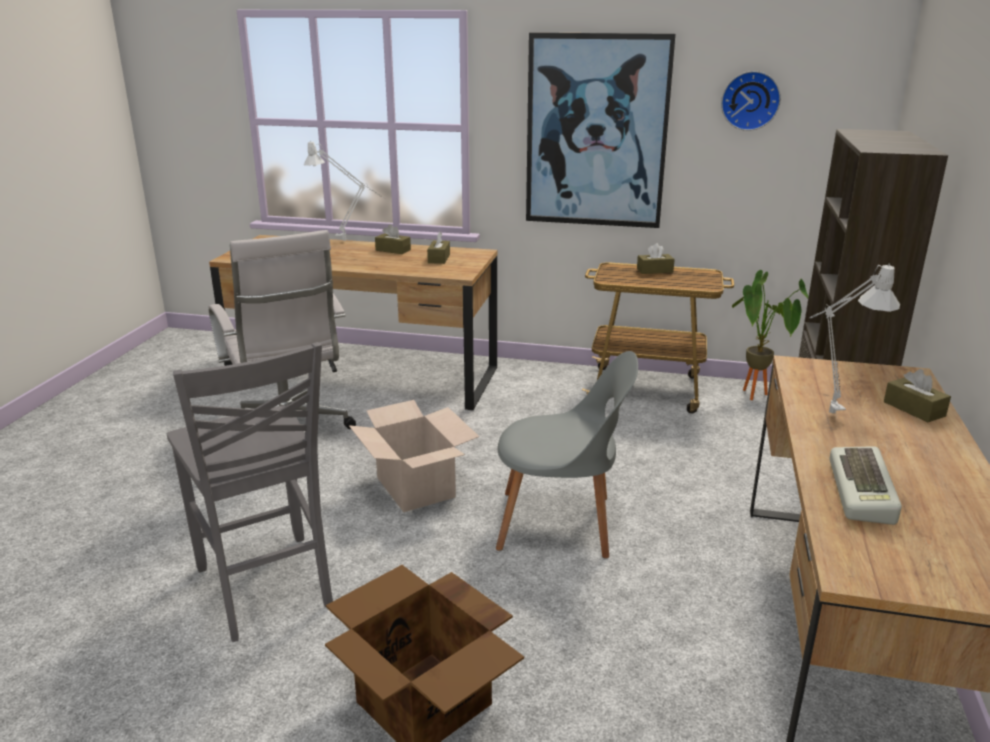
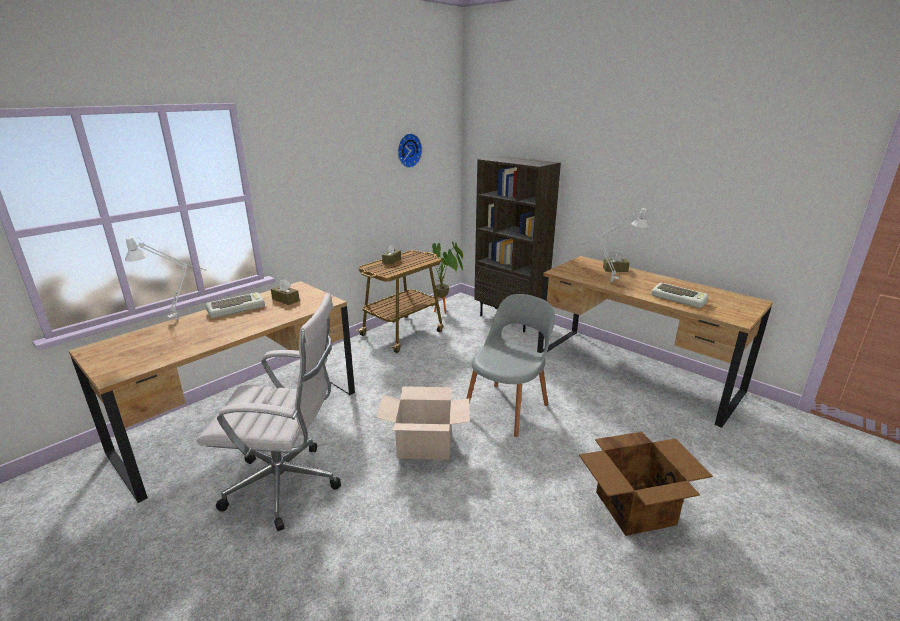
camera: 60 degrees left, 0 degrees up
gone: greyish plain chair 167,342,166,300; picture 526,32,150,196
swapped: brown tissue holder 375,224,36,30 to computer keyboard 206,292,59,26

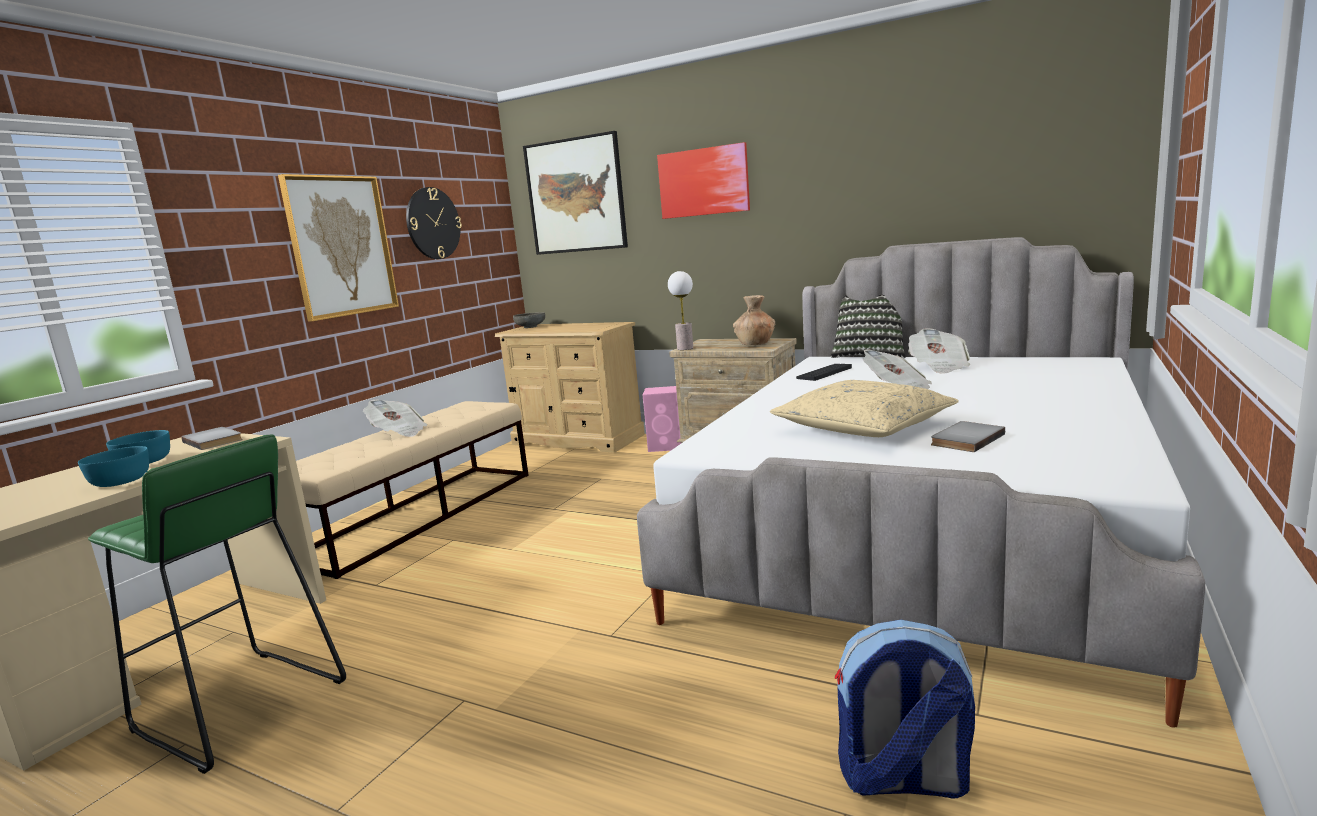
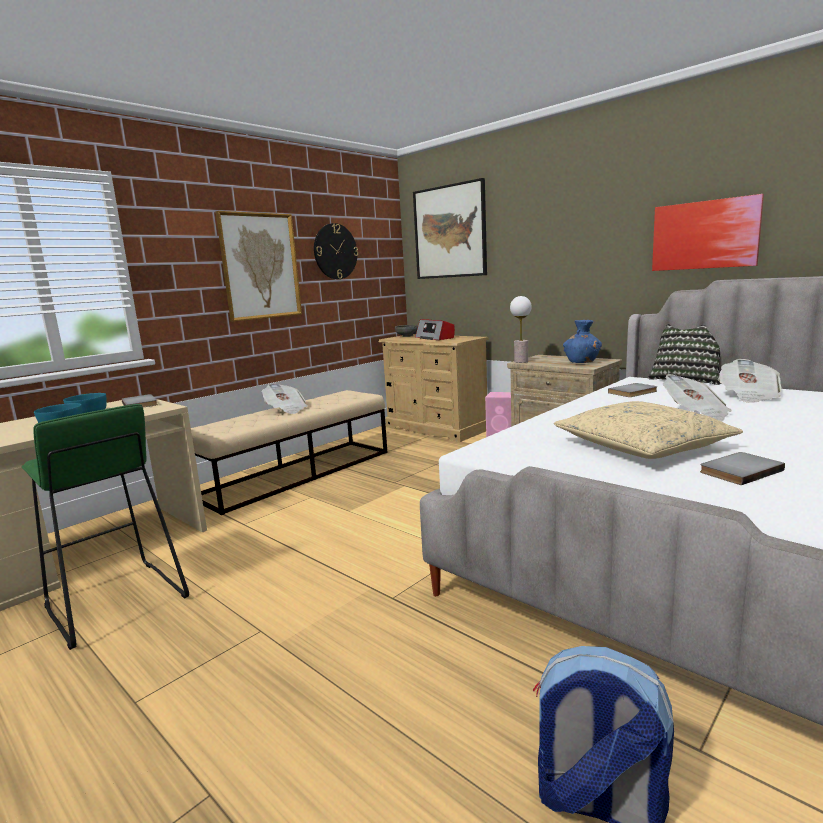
camera: 15 degrees right, 0 degrees up
new: radio 415,319,40,21
shifted: picture 657,142,93,77 to 652,194,112,77
swapped: computer keyboard 796,364,56,17 to greyish book 608,383,49,14
repainted: brown decorative vase 733,295,42,50 to blue-coloured decorative vase 563,320,39,43

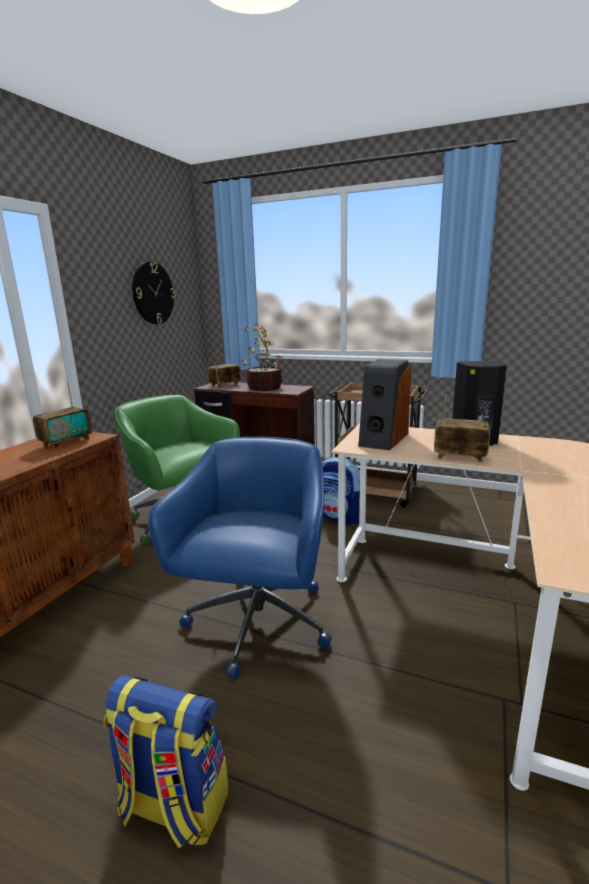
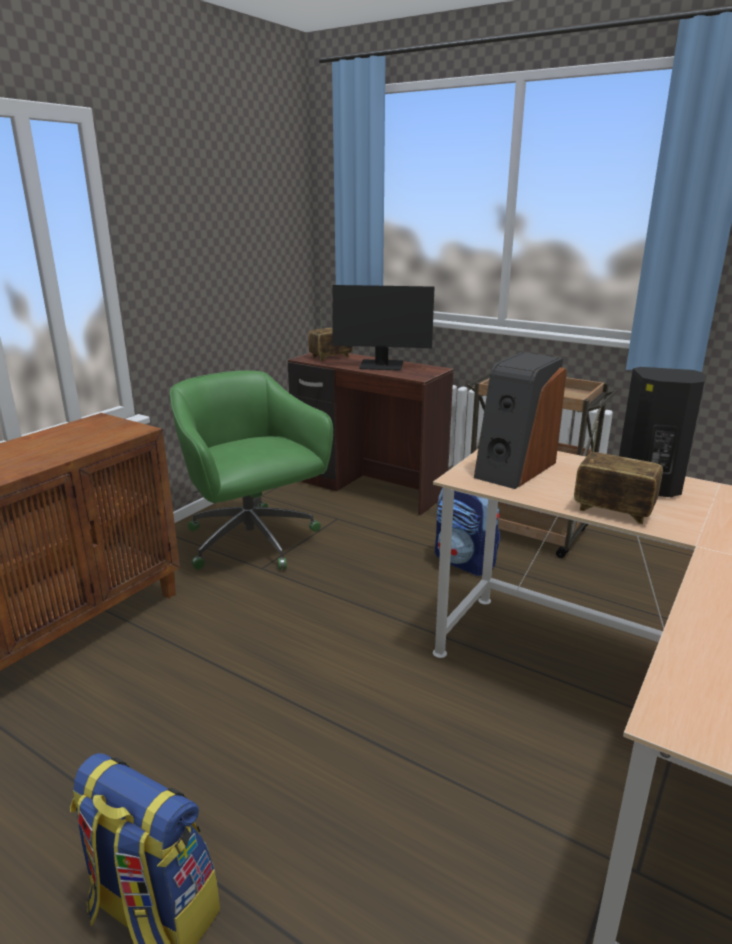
camera: 10 degrees right, 5 degrees up
gone: radio 33,383,59,66; hanging clock 132,262,43,62; blue-coloured office chair 148,437,184,243
swapped: potted plant 241,324,41,67 to monitor 332,285,103,86

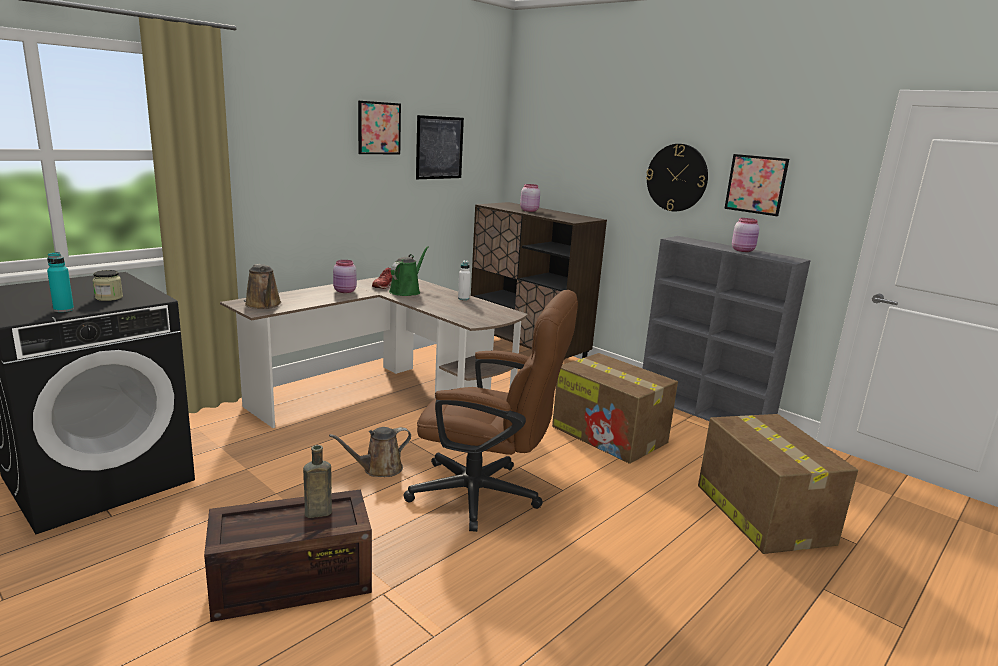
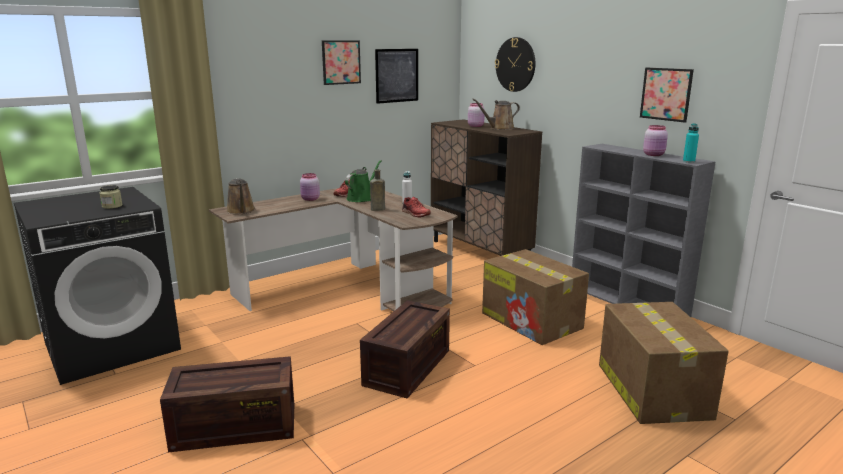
camera: 10 degrees right, 0 degrees up
new: red-coloured shoe 402,197,29,21
shifted: blue-green drink bottle 47,252,27,60 to 683,123,16,40; brown drink bottle 303,445,29,73 to 370,169,15,42; brown watering can 329,427,82,50 to 472,99,48,31; hanging clock 646,144,62,67 to 495,37,40,55
swapped: brown office chair 403,290,175,242 to shipping crate 360,300,90,99

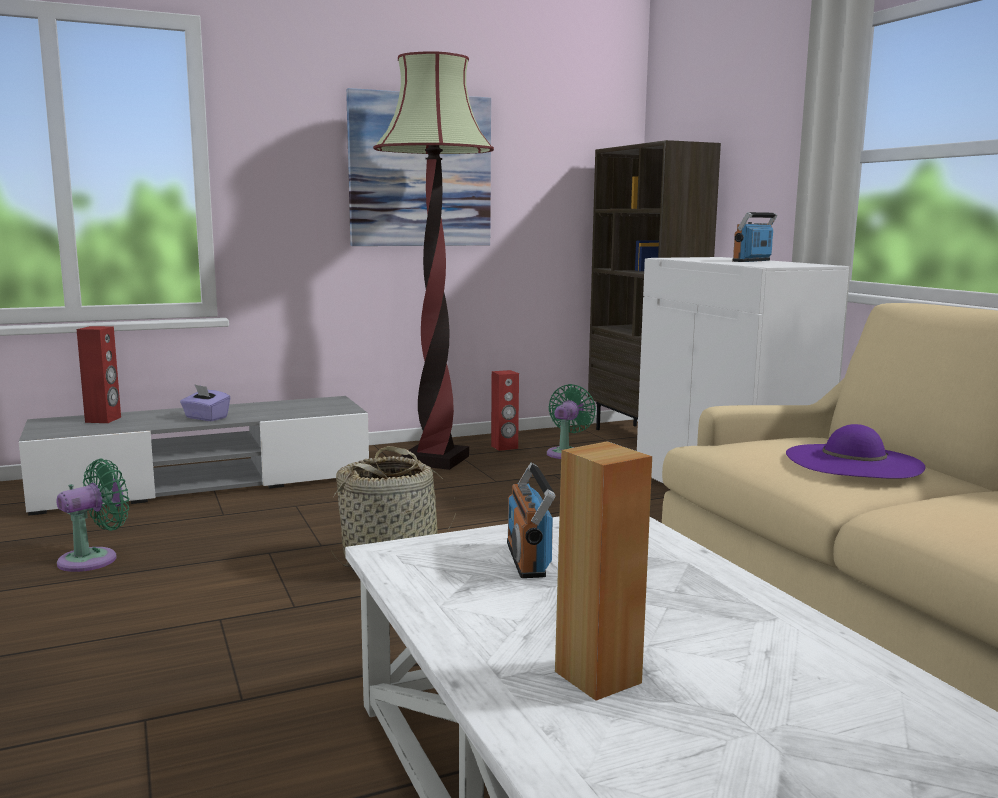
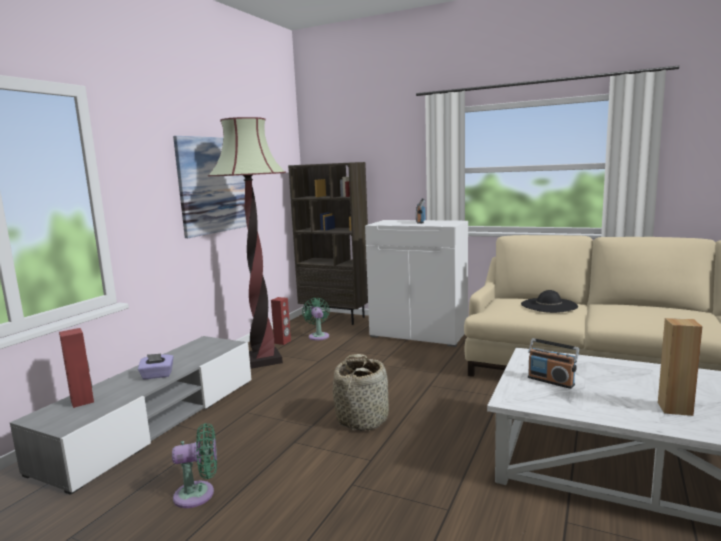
camera: 40 degrees left, 0 degrees up
repainted: purple-coloured hat 786,424,140,55 to black hat 521,290,57,23
rotated: greenish electric fan 57,459,72,113 = 172,423,45,85 75 degrees clockwise

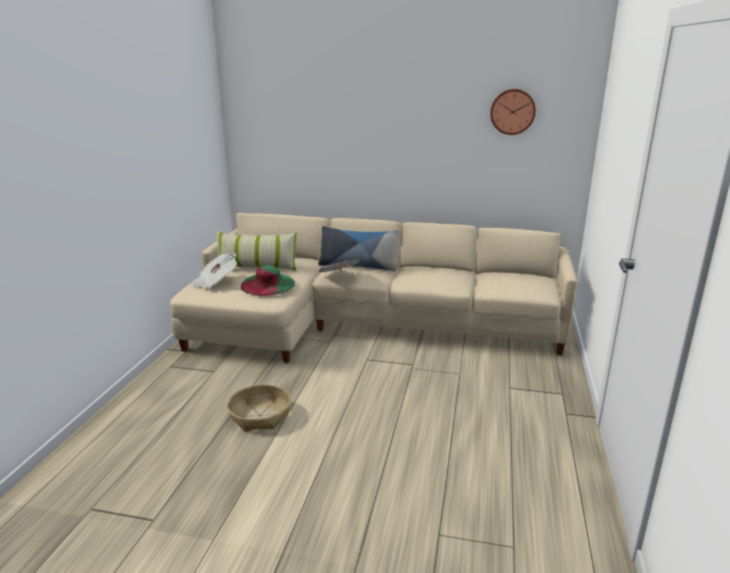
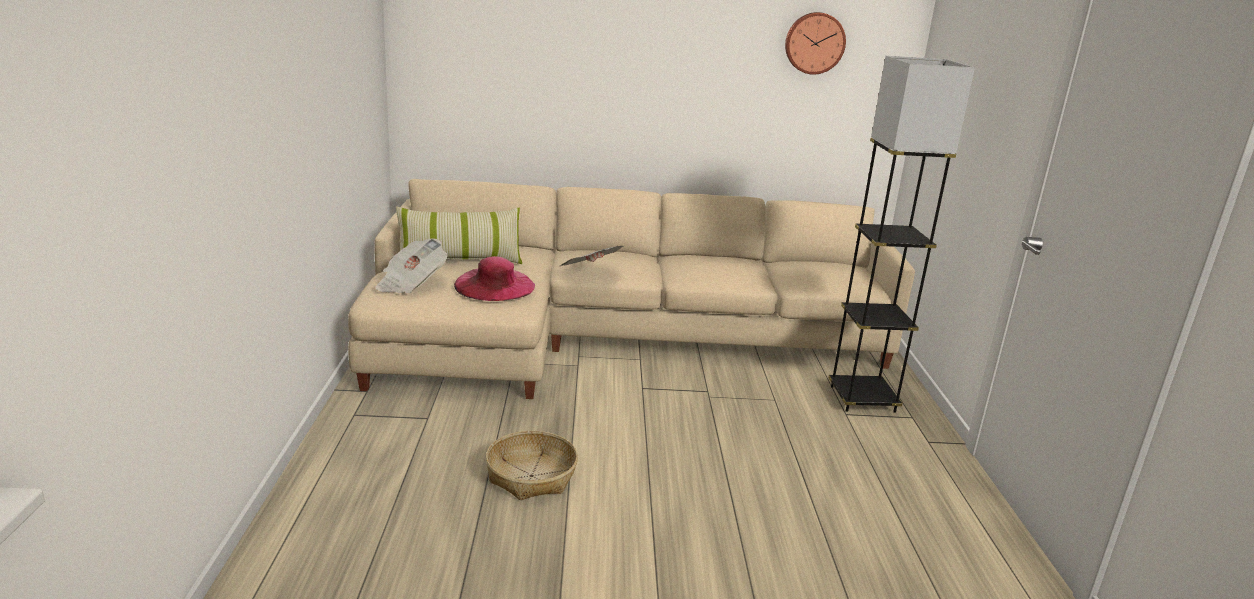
camera: 15 degrees left, 0 degrees up
gone: pillow 318,226,81,46
new: greyish standard lamp 828,56,147,357
repainted: greenish hat 241,265,55,30 to pinkish hat 454,256,81,45

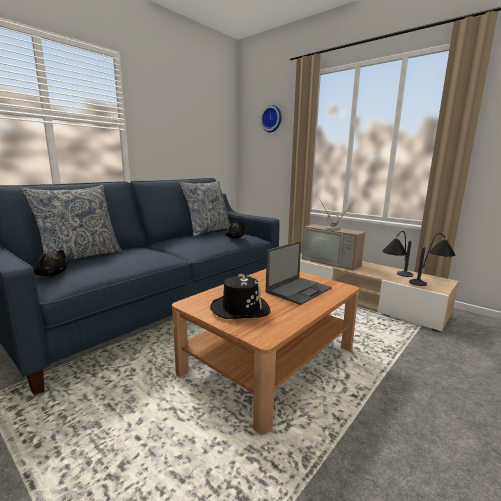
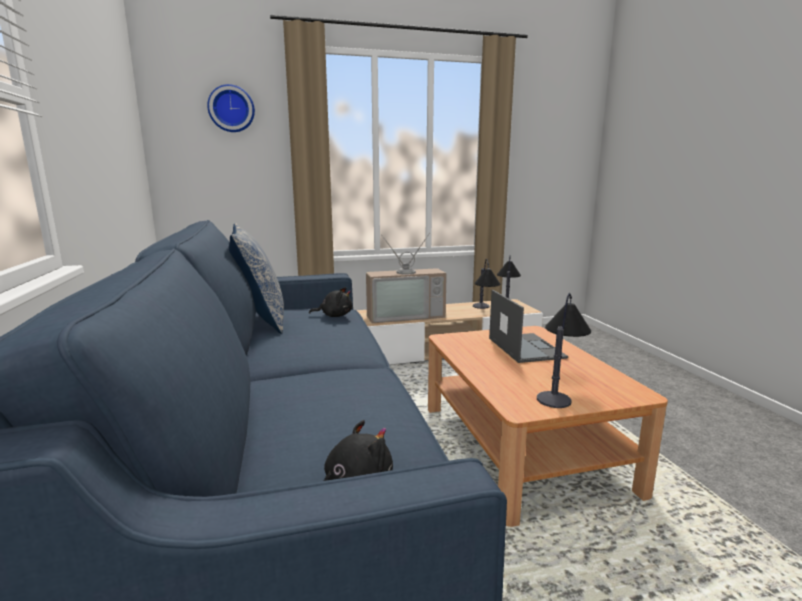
camera: 55 degrees left, 0 degrees up
gone: pillow 22,185,101,76
swapped: black hat 210,274,60,45 to lamp for a table 537,293,54,115

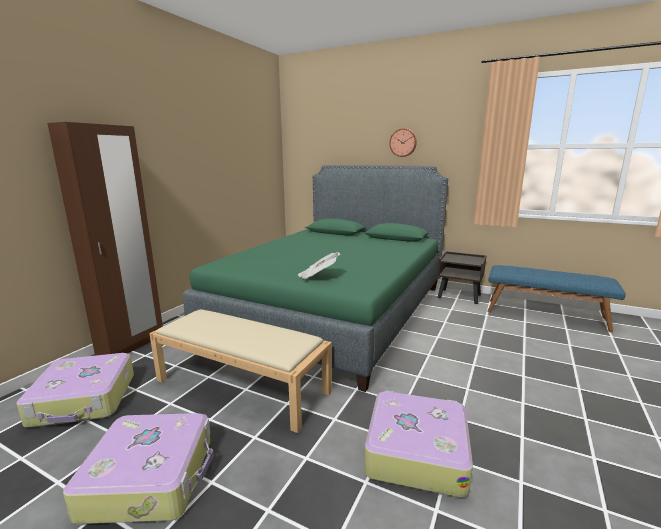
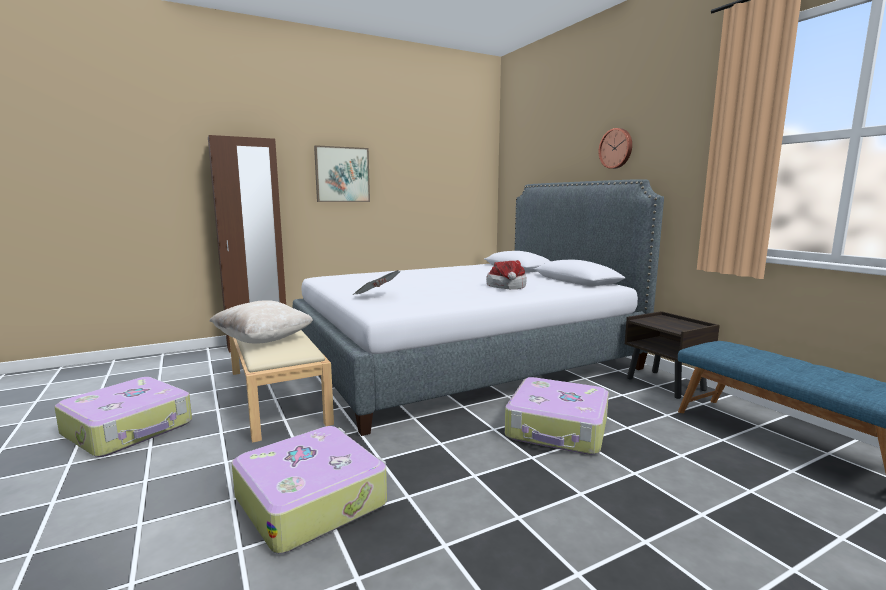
camera: 35 degrees right, 5 degrees down
new: beige pillow 209,300,104,44; picture 314,145,56,57; hat 486,260,40,29
shifted: travel case 16,353,118,75 to 505,377,104,78
repainted: greenish bed 183,165,265,227 to greyish bed 293,179,371,257

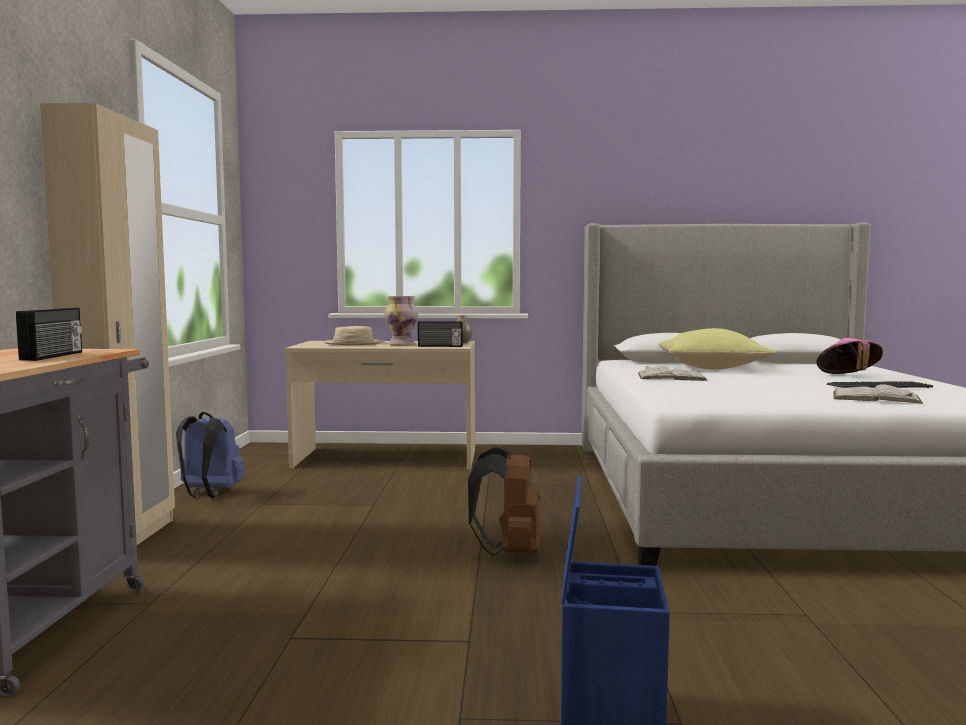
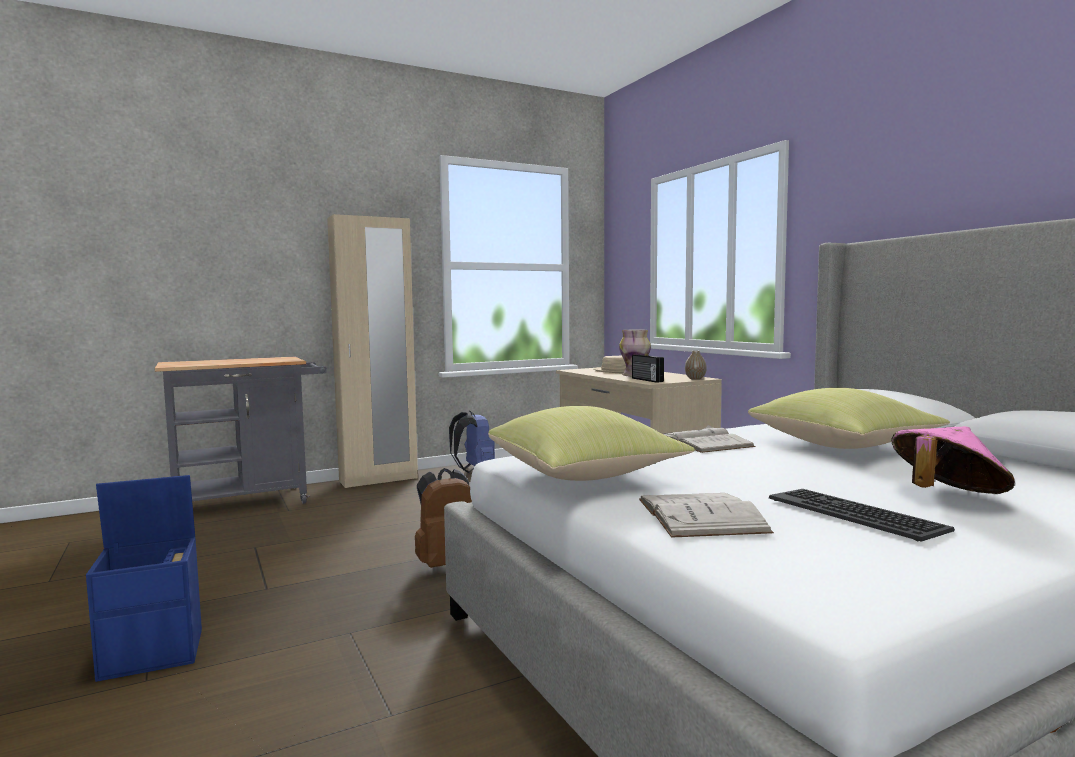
camera: 60 degrees right, 0 degrees up
gone: radio 16,308,66,53
new: yellow-coloured pillow 488,406,207,75

